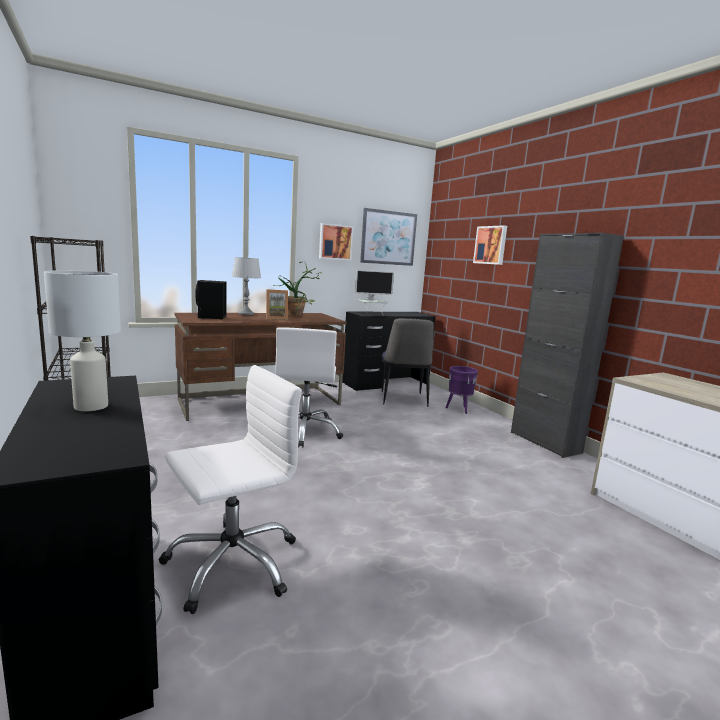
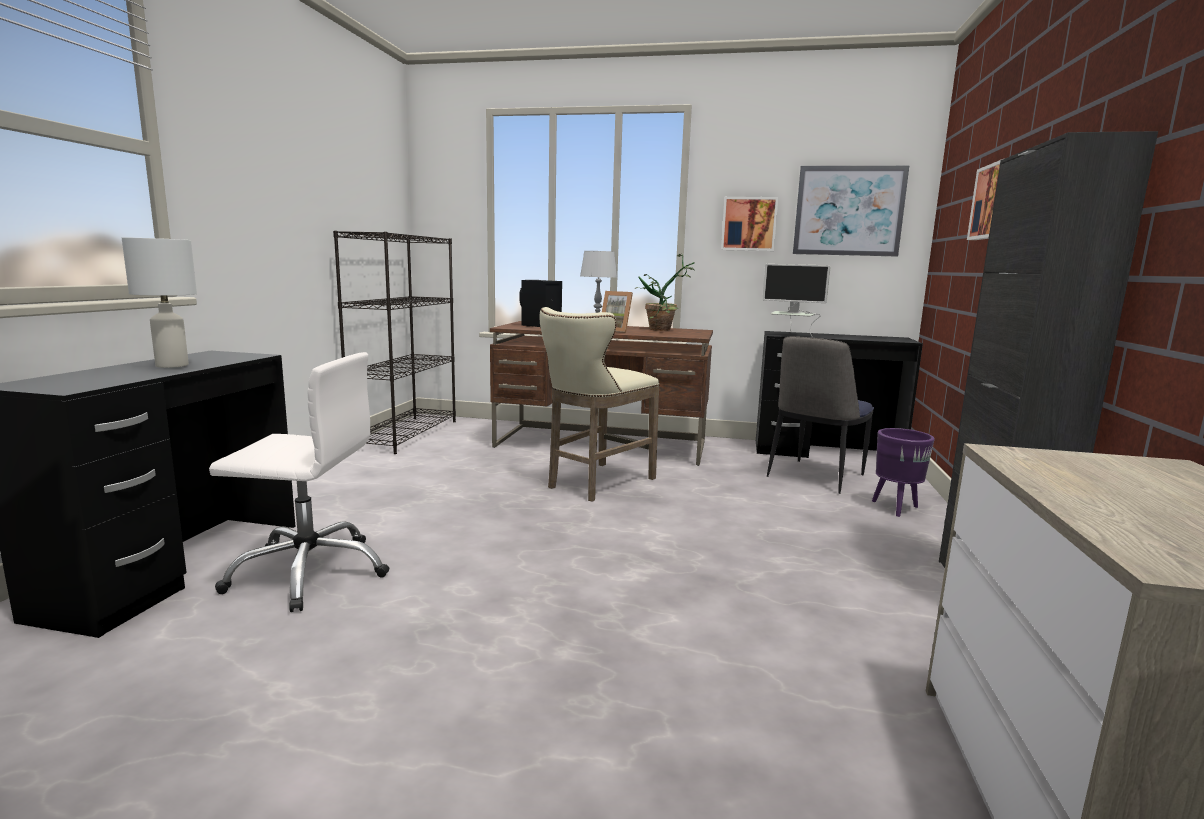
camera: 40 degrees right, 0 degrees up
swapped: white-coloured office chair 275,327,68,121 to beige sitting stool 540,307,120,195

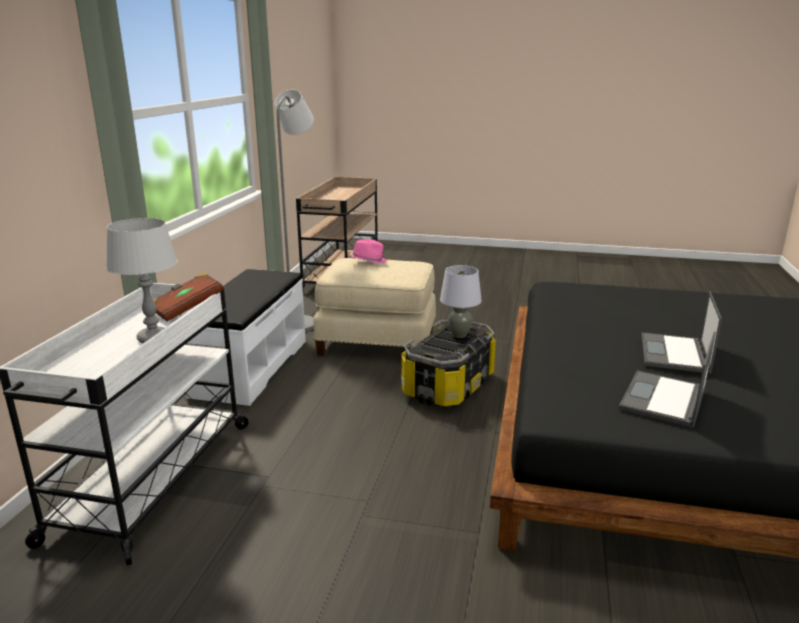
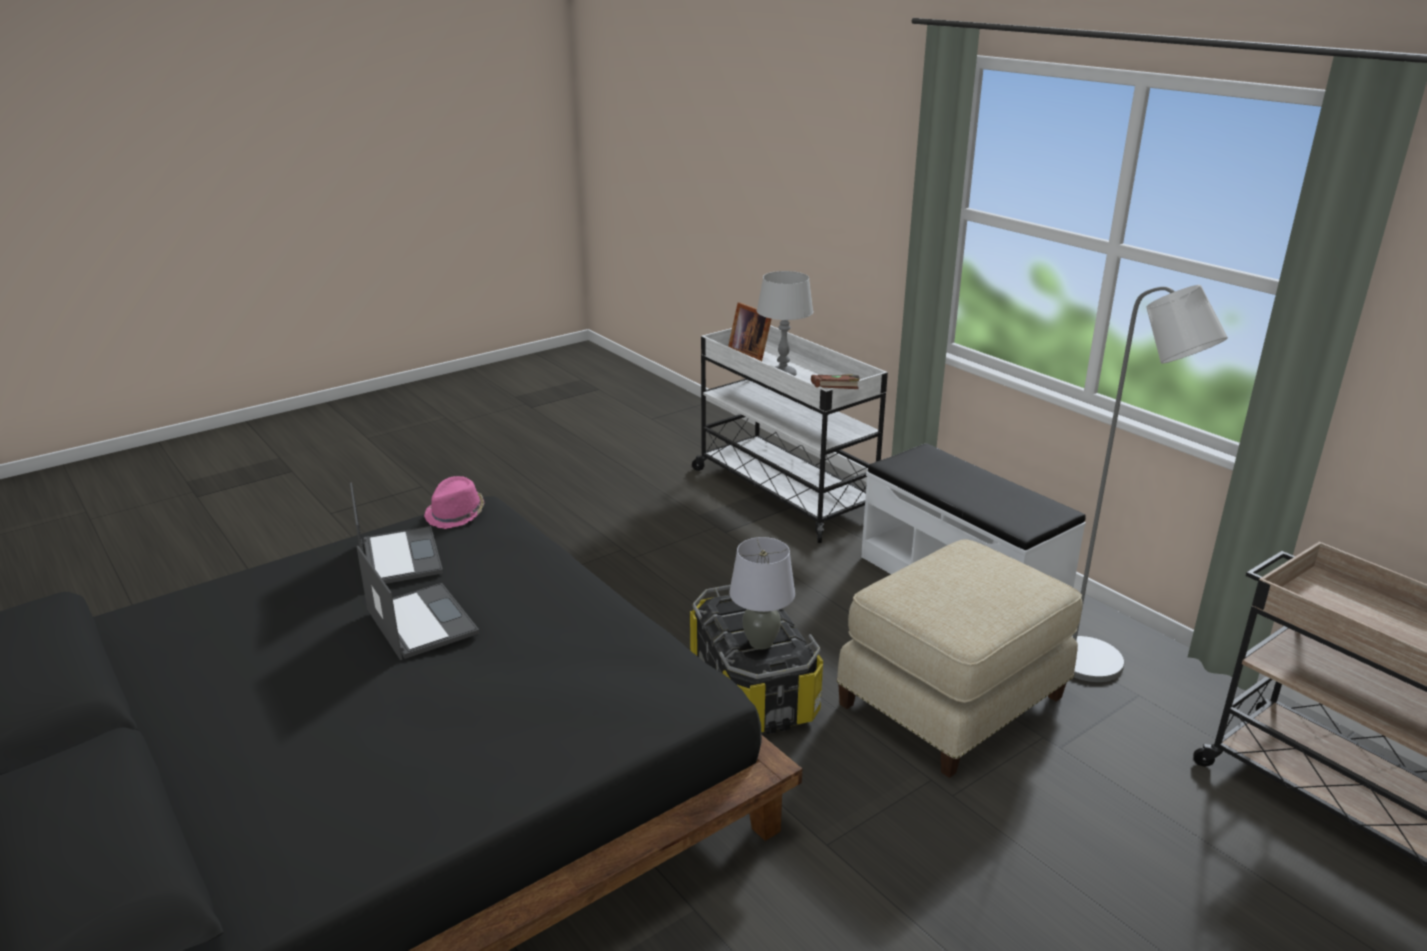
camera: 130 degrees right, 5 degrees up
new: picture frame 728,302,43,59
shifted: pinkish hat 349,239,38,24 to 424,476,60,53

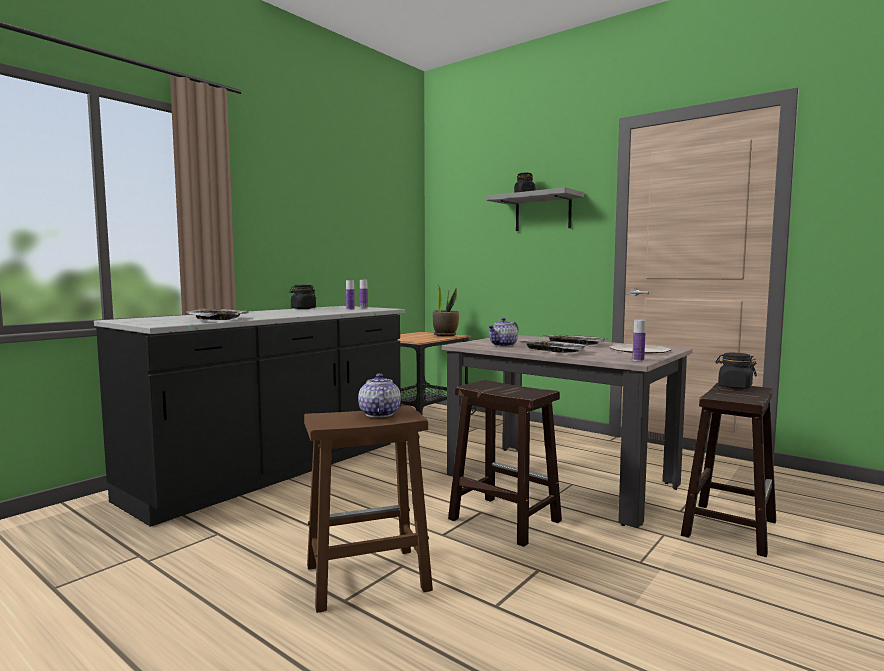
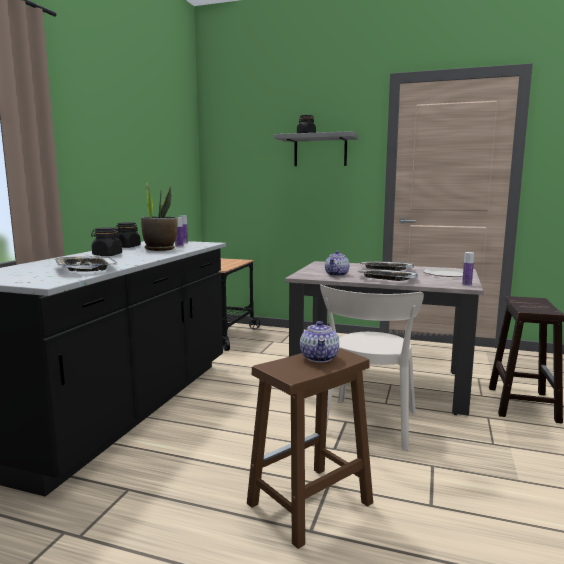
camera: 20 degrees left, 5 degrees up
shifted: potted plant 433,285,26,51 to 141,183,37,68; black jar 715,353,42,36 to 91,227,31,29
swapped: brown sitting stool 448,380,114,167 to beige plain chair 320,285,104,166
rotated: teapot 358,373,43,44 = 300,321,39,42 150 degrees counterclockwise

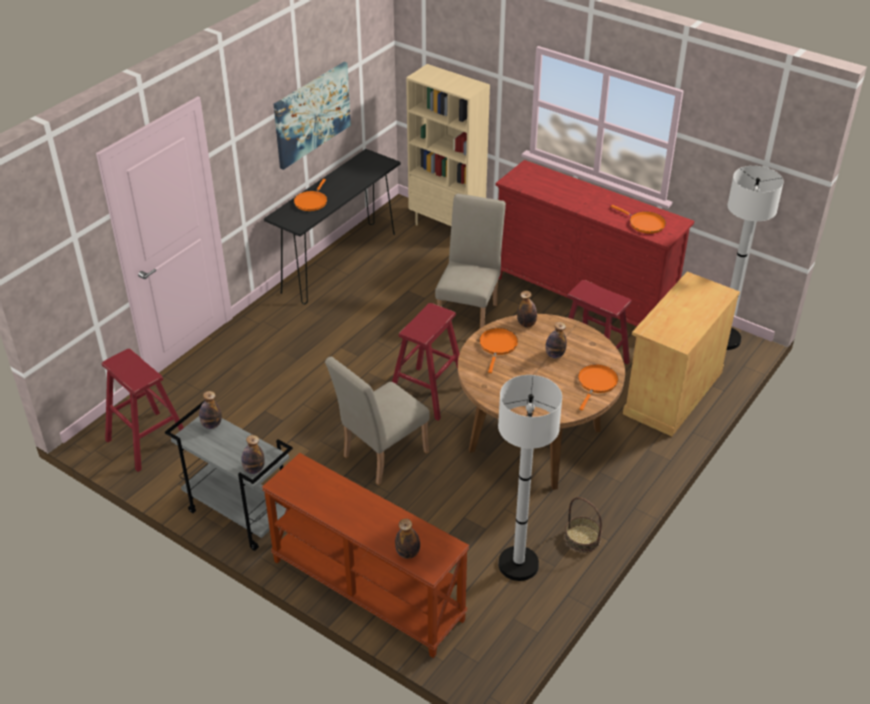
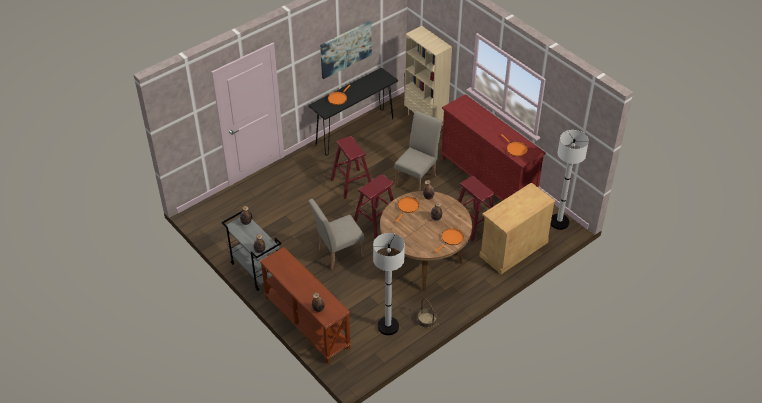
camera: 15 degrees right, 5 degrees up
shifted: red-coloured sitting stool 101,349,83,123 to 330,136,41,63

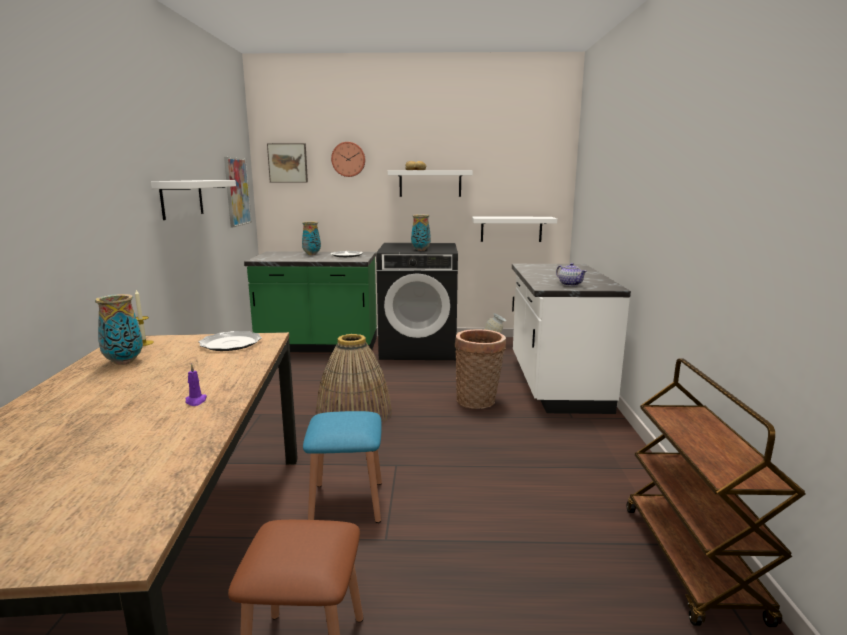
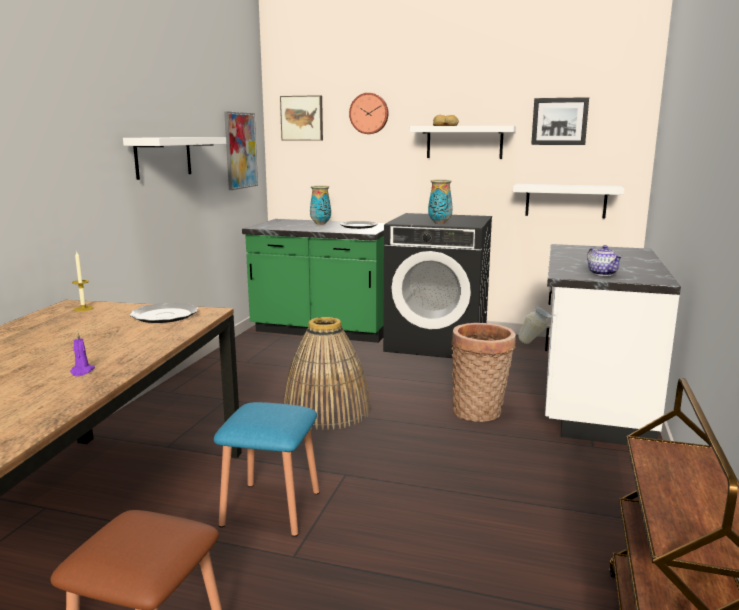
camera: 15 degrees right, 0 degrees up
gone: decorative vase 95,294,48,71
new: picture 531,97,58,48

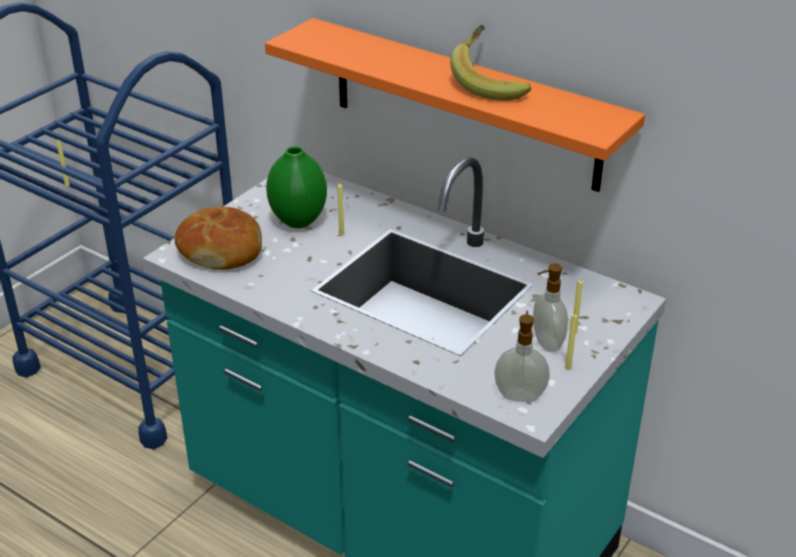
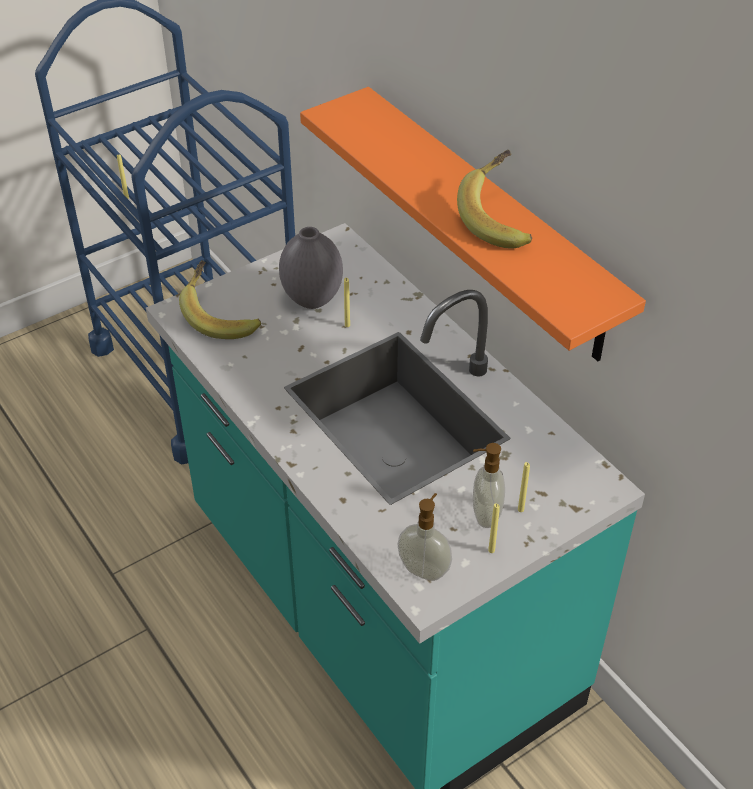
camera: 20 degrees right, 10 degrees up
swapped: bread 175,207,87,63 to banana fruit 179,260,82,79
repainted: greenish decorative vase 266,146,61,82 to greyish decorative vase 279,227,64,82

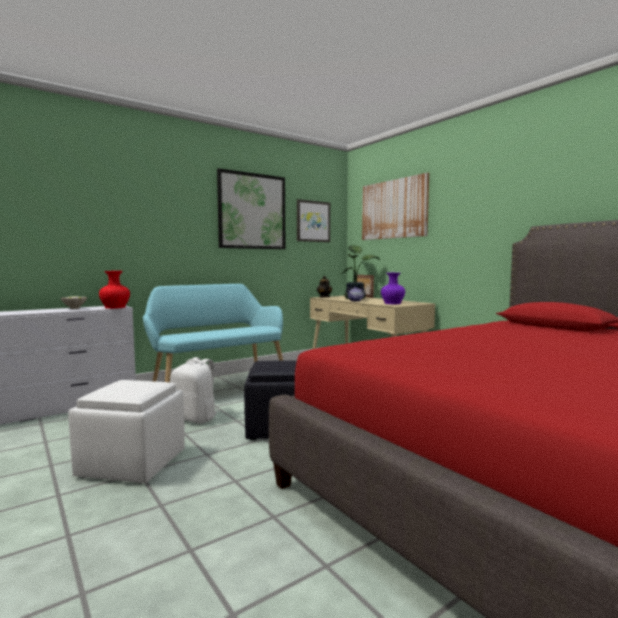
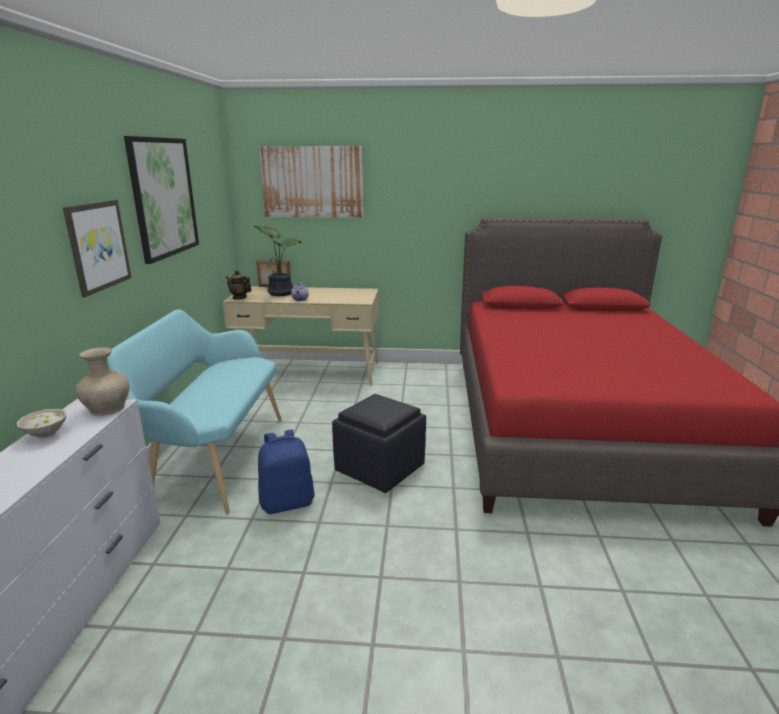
camera: 50 degrees left, 15 degrees up
gone: white-coloured pouffe 68,380,117,104; purple-coloured decorative vase 381,273,24,31
shifted: picture 297,199,33,43 to 63,200,69,97
repainted: red-coloured decorative vase 99,271,31,38 to beige decorative vase 76,347,54,69; white-coloured knapsack 170,357,48,67 to blue-coloured knapsack 258,429,57,85

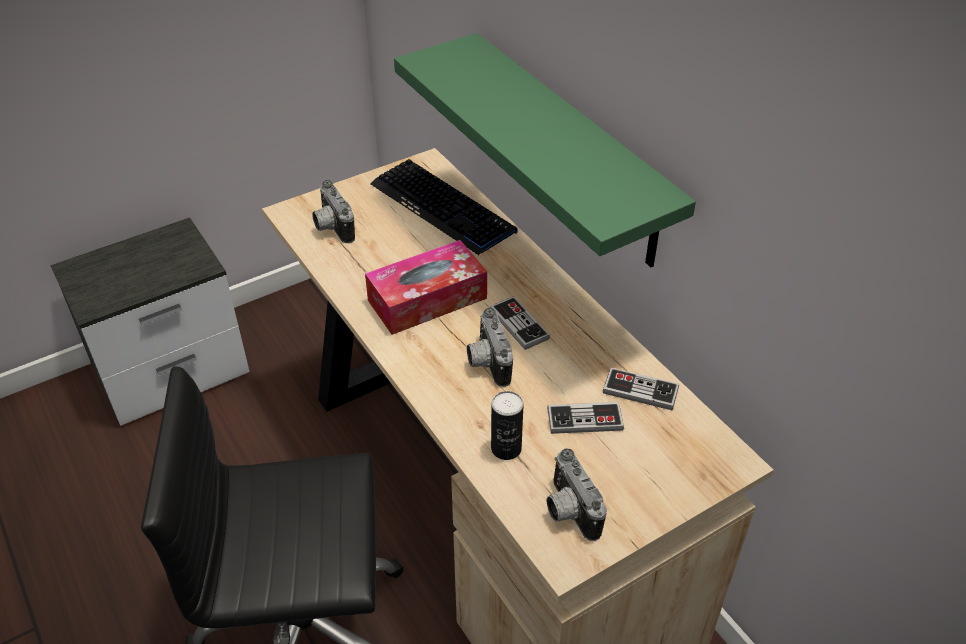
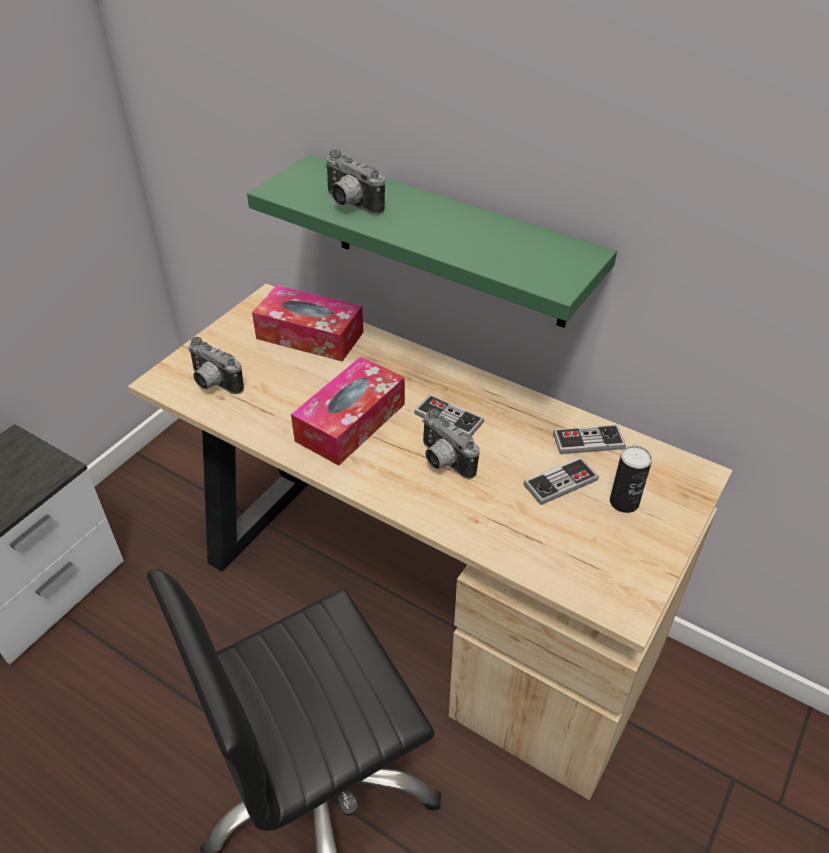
camera: 25 degrees left, 0 degrees up
shifted: can 491,391,33,69 to 610,446,42,67; still camera 547,448,60,93 to 325,150,60,65
swapped: computer keyboard 370,159,148,96 to tissue holder 252,285,112,77

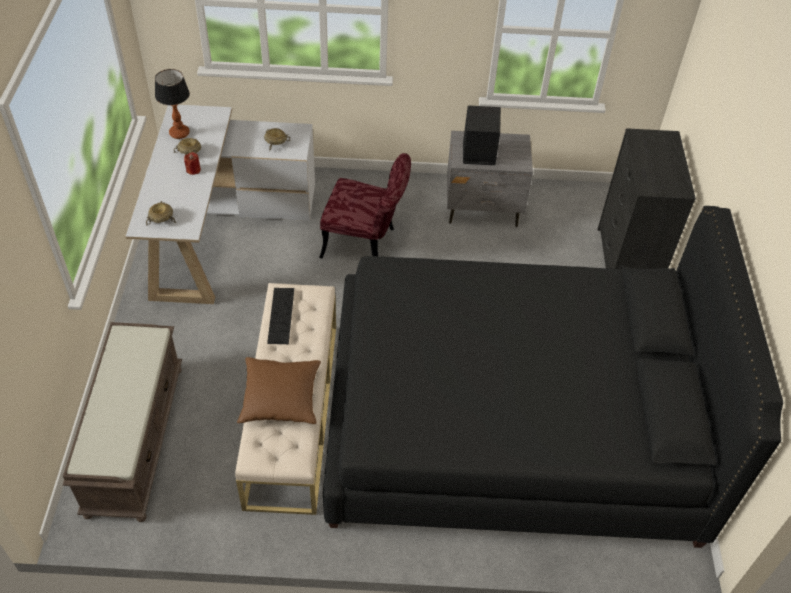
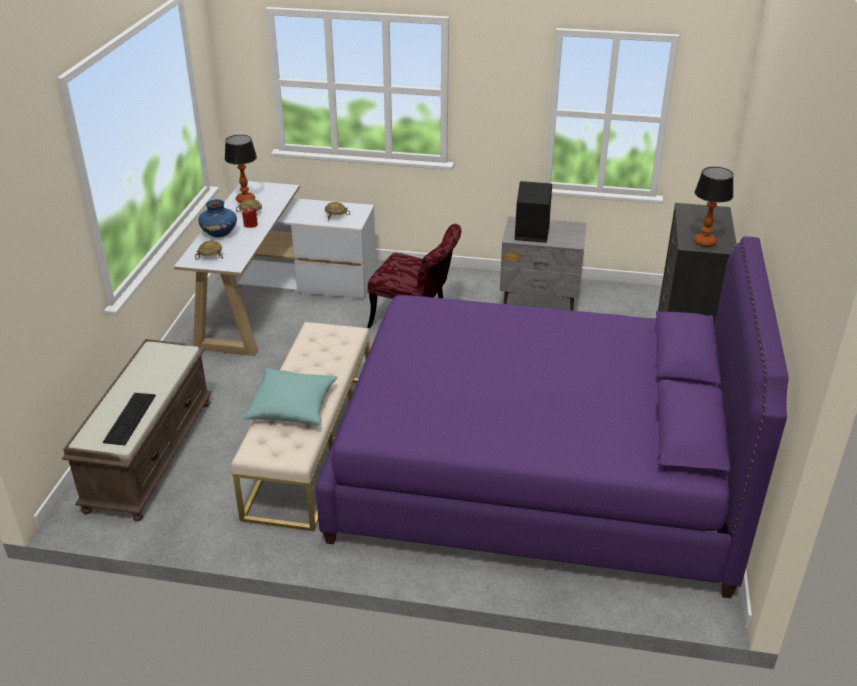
camera: 10 degrees right, 15 degrees down
new: blue-coloured decorative vase 198,199,39,38; lamp for a table 694,167,40,80
shifted: computer keyboard 267,288,27,56 to 103,393,53,52
repainted: brown pillow 237,357,84,67 to blue-green pillow 242,368,96,57; black bed 323,206,460,342 to purple-coloured bed 315,236,474,362

